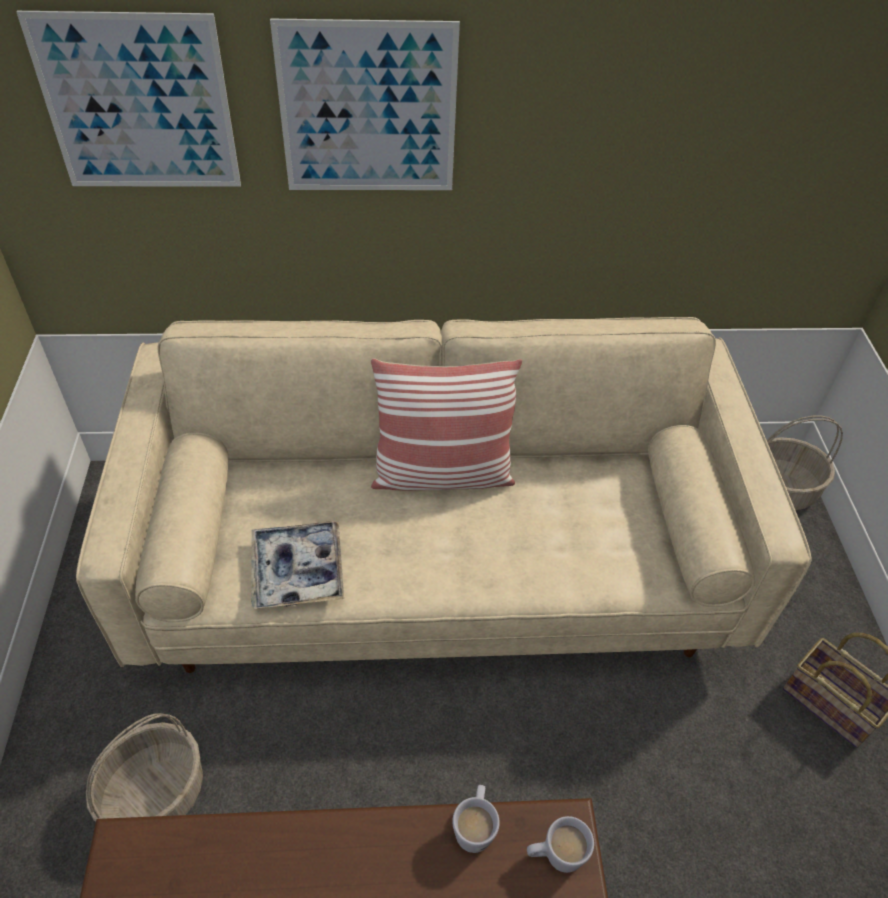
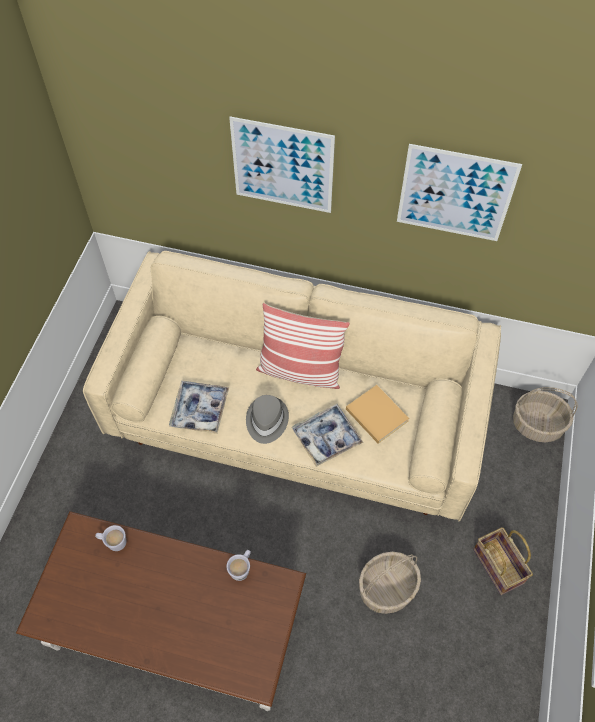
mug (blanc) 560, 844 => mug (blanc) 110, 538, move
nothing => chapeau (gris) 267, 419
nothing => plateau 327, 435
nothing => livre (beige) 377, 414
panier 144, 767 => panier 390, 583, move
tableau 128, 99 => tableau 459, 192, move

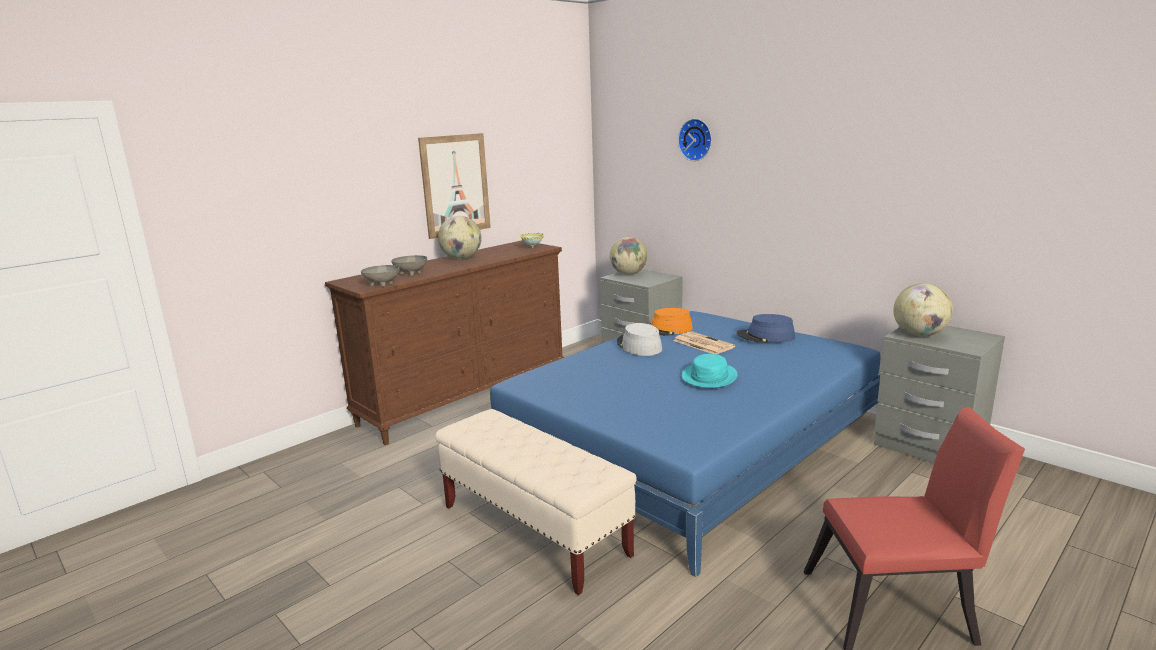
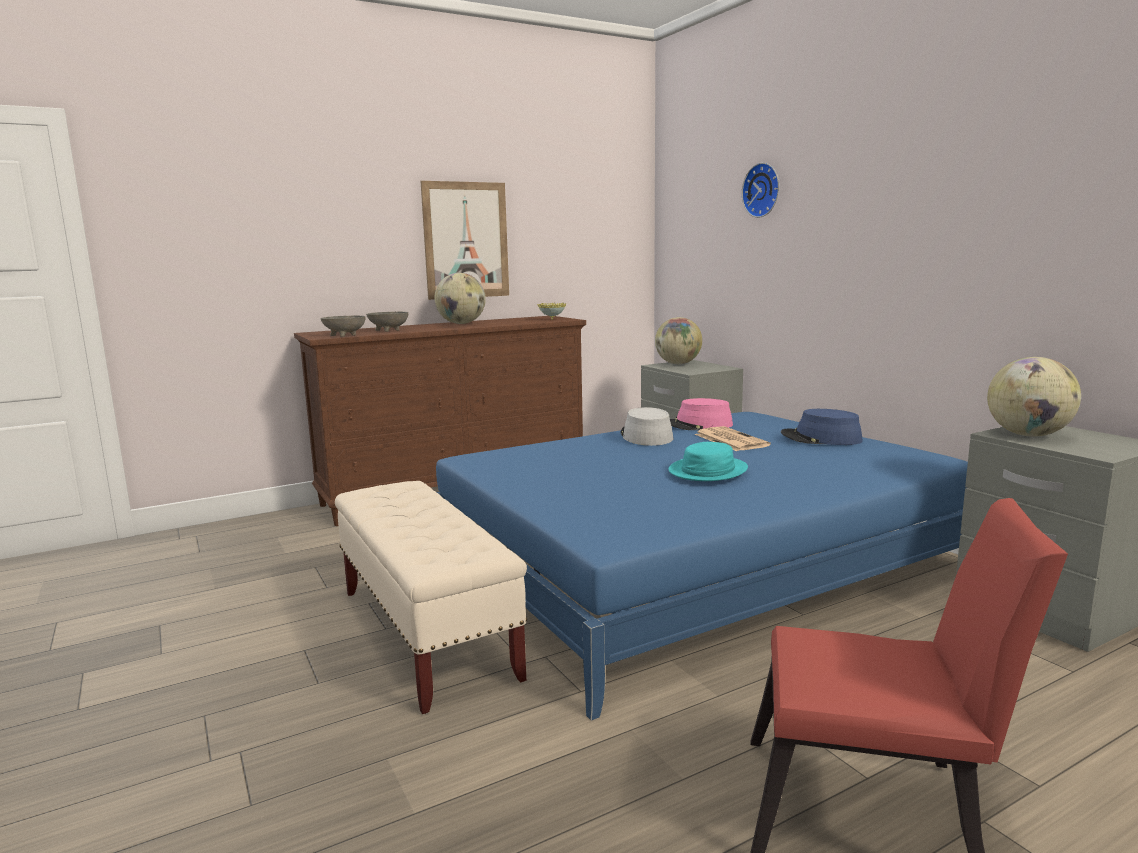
chapeau (orange) 671, 322 => chapeau (rose) 701, 414

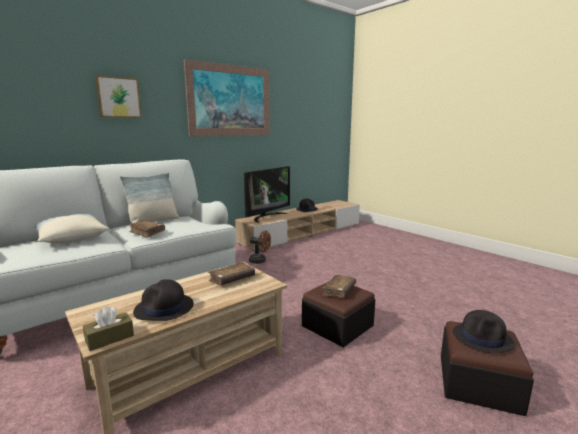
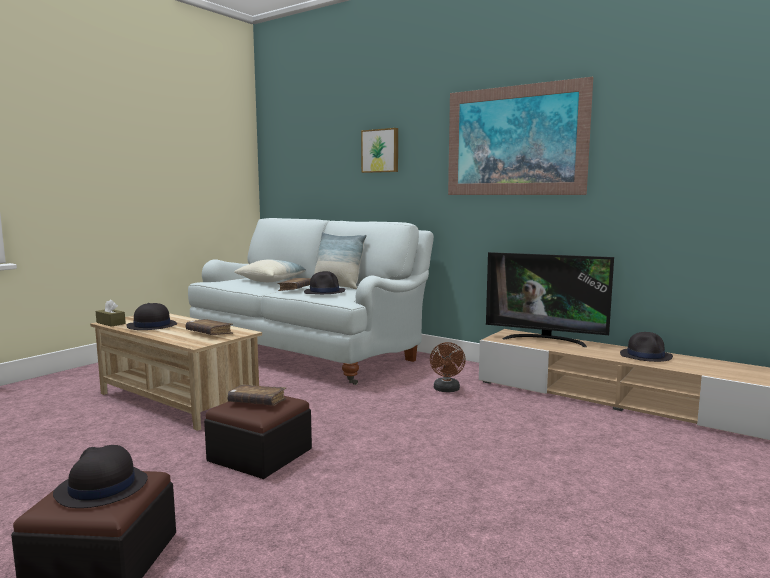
nothing => chapeau (noir) 324, 282

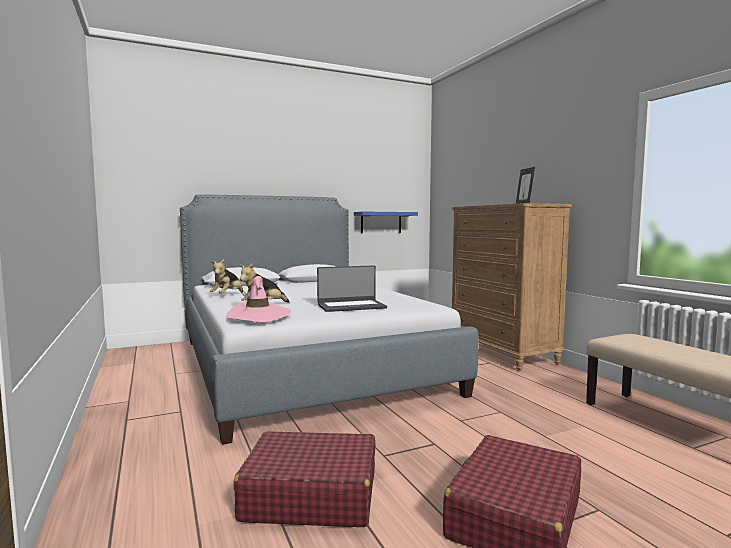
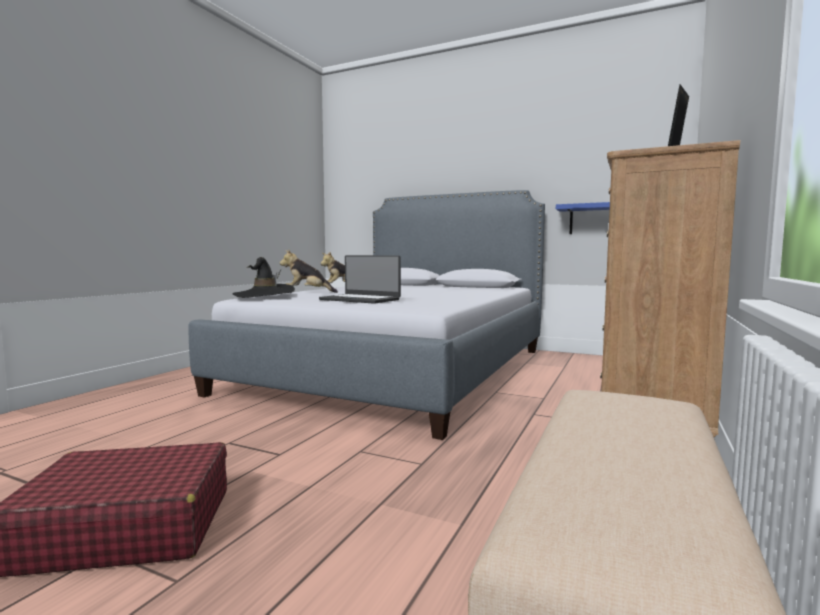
chapeau (rose) 258, 299 => chapeau (noir) 264, 277
valise (rouge) 304, 479 => nothing

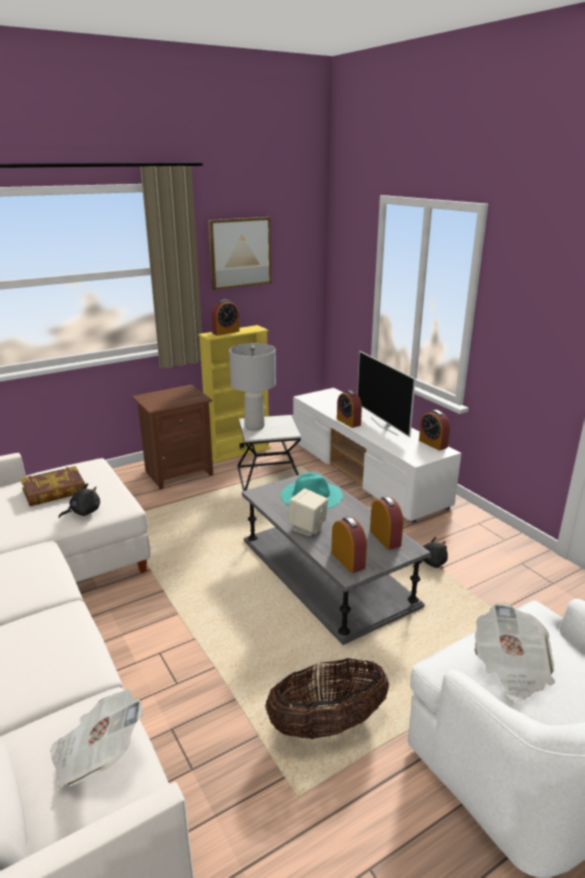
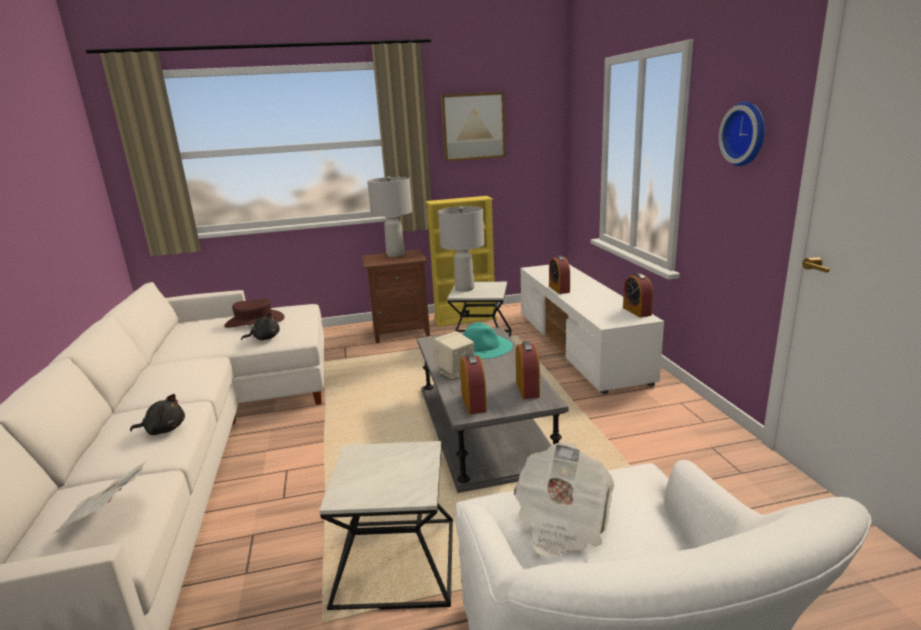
peluche (noir) 430, 552 => peluche (noir) 157, 414, move
livre 52, 486 => chapeau (marron) 254, 313
panier 327, 698 => table d'appoint 386, 525
nothing => lampe de table (gris) 389, 216
nothing => horloge murale 742, 134
réveil 225, 317 => nothing
téléviseur 386, 394 => nothing

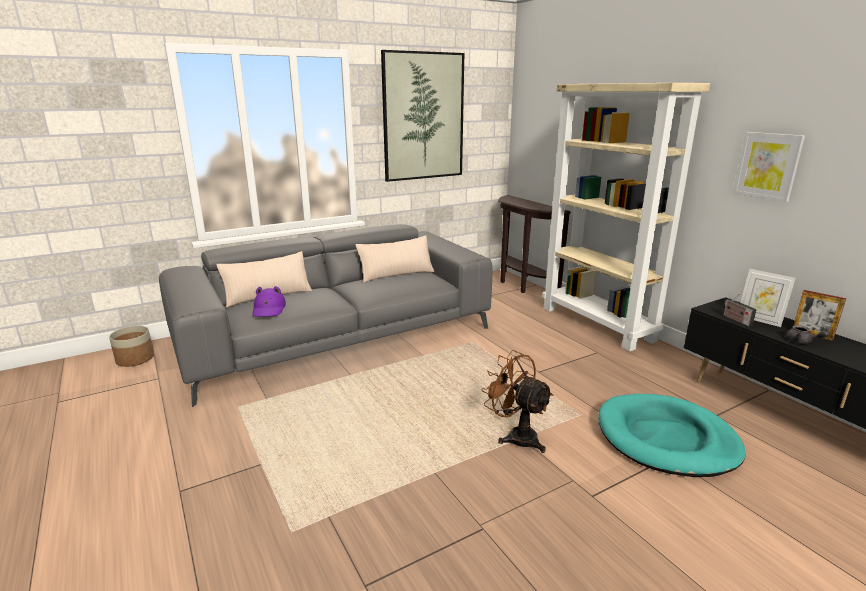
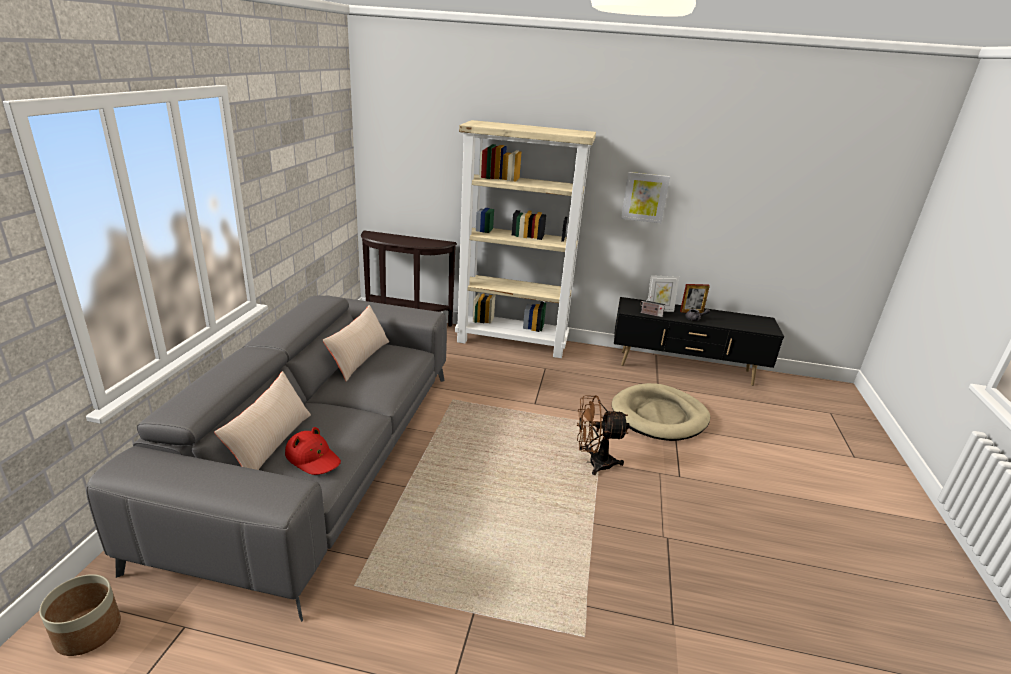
chapeau (violet) 269, 301 => chapeau (rouge) 313, 451
panier pour chien (turquoise) 671, 435 => panier pour chien (beige) 661, 412
tableau 422, 116 => nothing

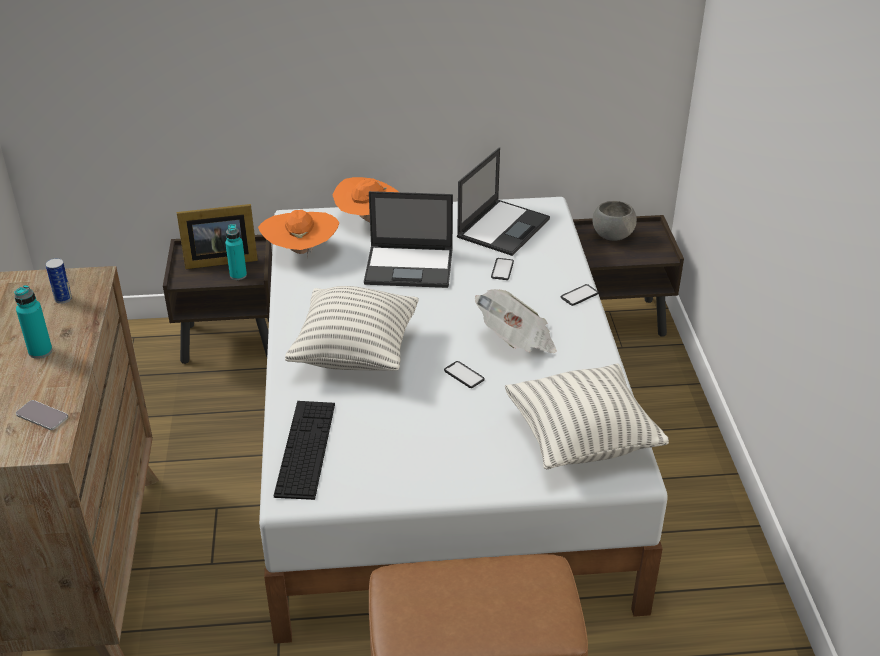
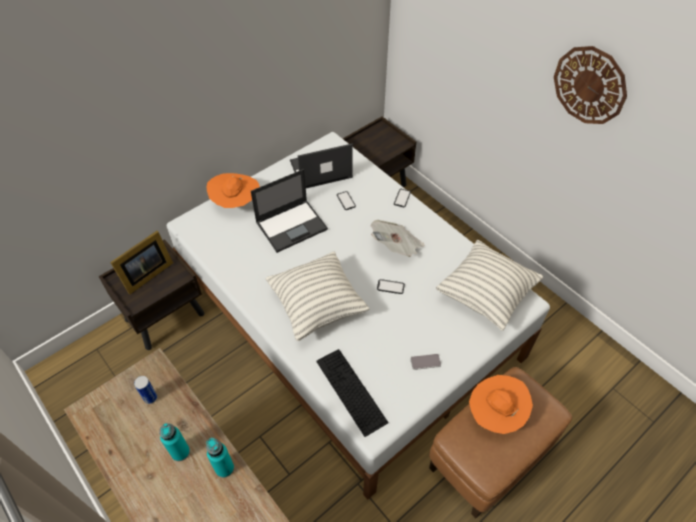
bouteille (turquoise) 236, 252 => bouteille (turquoise) 220, 458, move
ordinateur portable 503, 201 => ordinateur portable 321, 166, 105 degrees counterclockwise
téléphone 42, 415 => téléphone 425, 362, move
chapeau (orange) 298, 234 => chapeau (orange) 501, 404, move
nothing => horloge murale 590, 85
bol (gris) 614, 221 => nothing

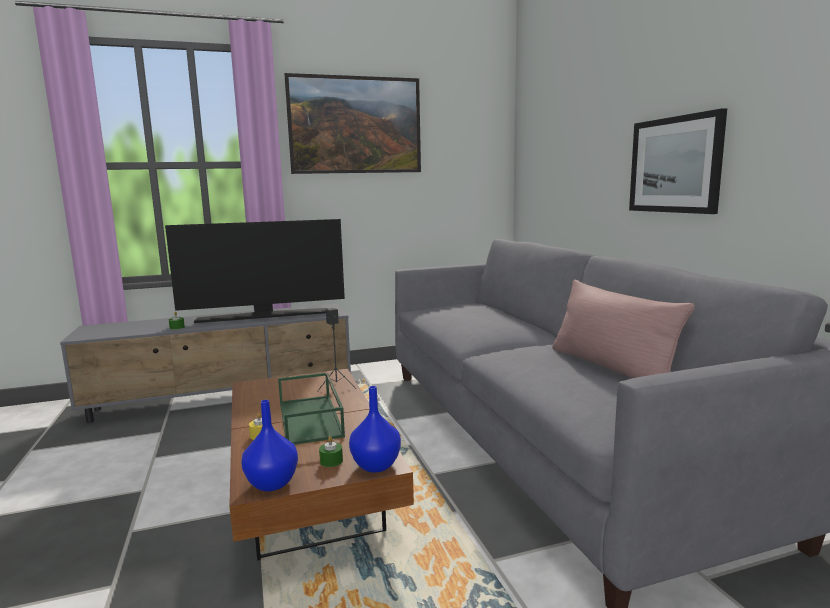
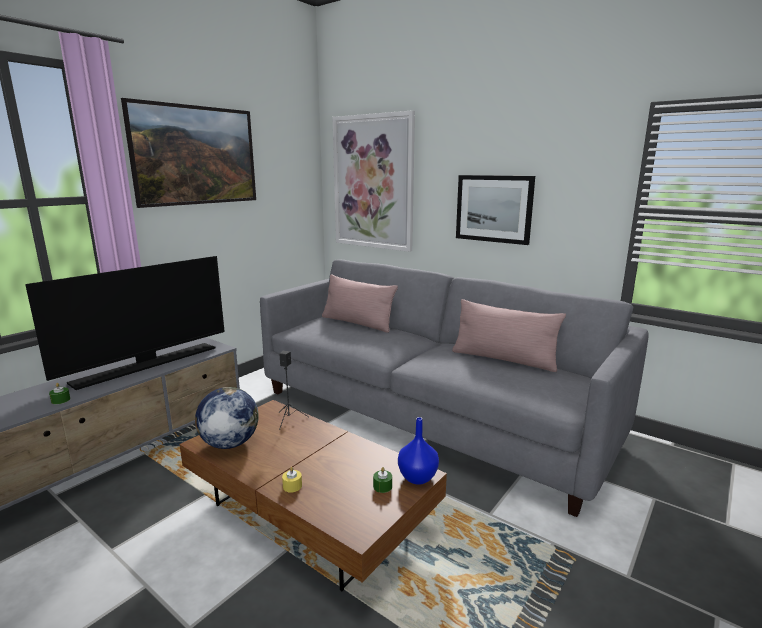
nothing => globe 227, 418
nothing => coussin (rose) 360, 303
nothing => tableau 373, 181
vase (bleu) 269, 445 => nothing
plateau (vert) 311, 408 => nothing

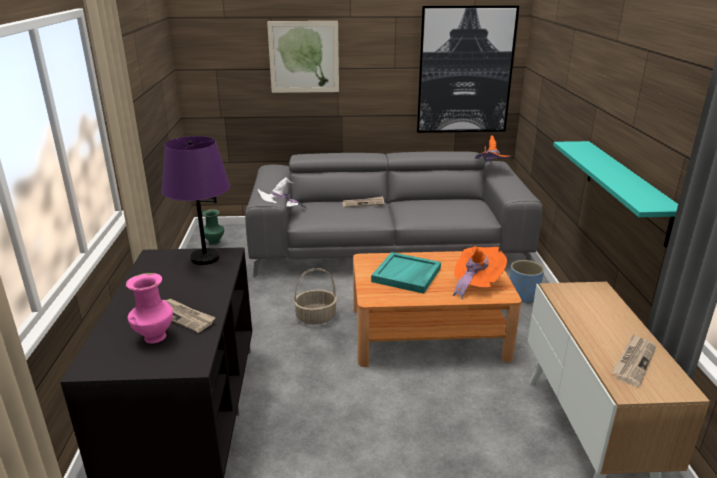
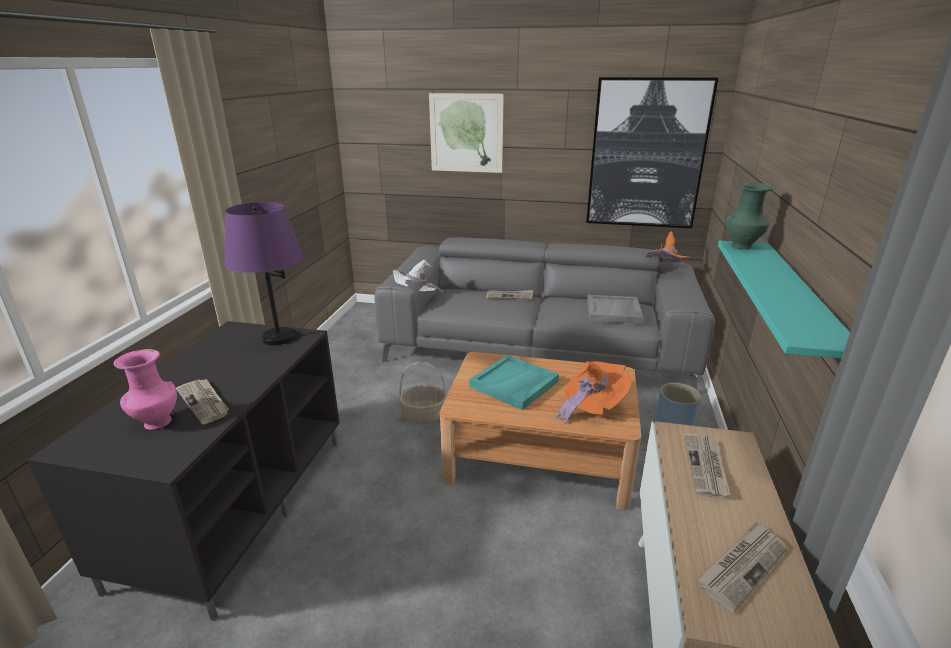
nothing => plateau (gris) 615, 309
nothing => journal 706, 465
vase (vert) 213, 227 => vase (vert) 749, 216, move

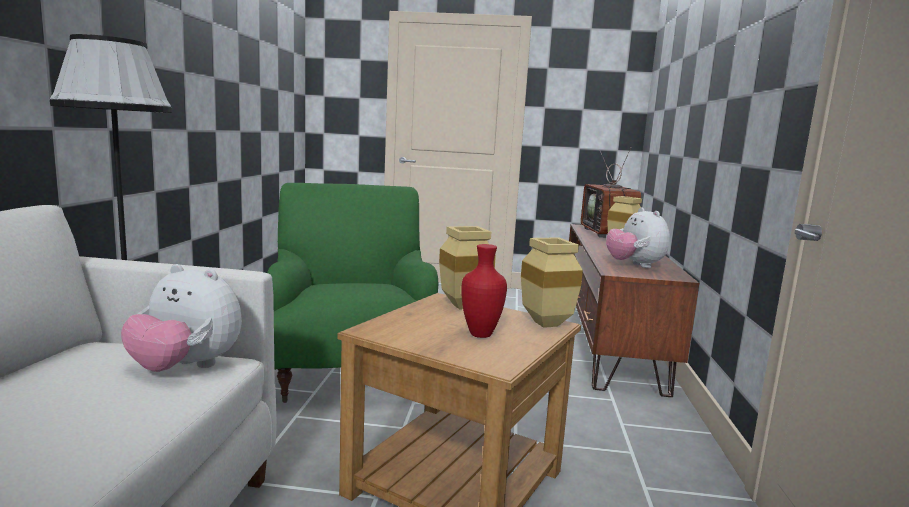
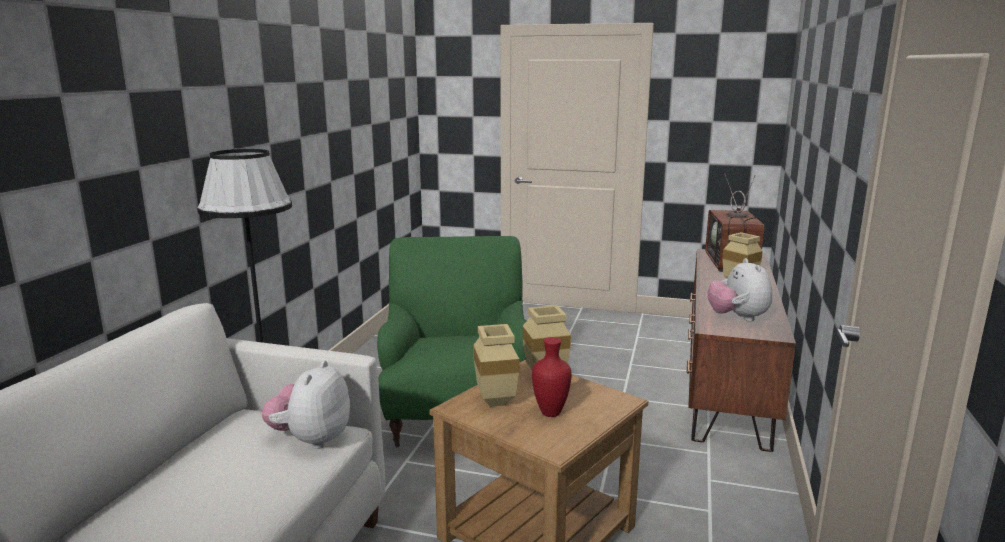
peluche 181, 318 => peluche 306, 404, 75 degrees clockwise
vase (beige) 552, 282 => vase (beige) 496, 365, move

